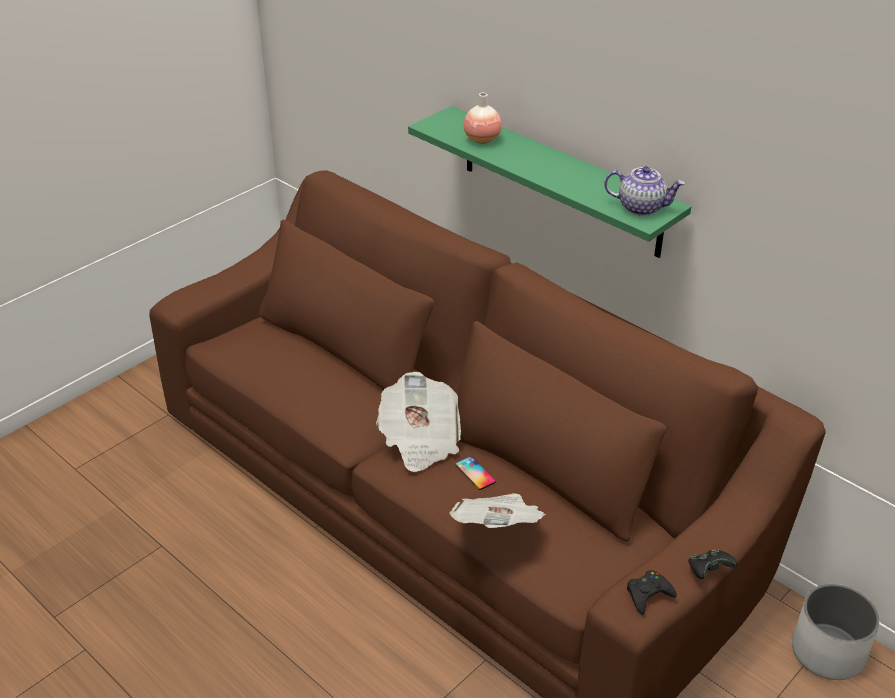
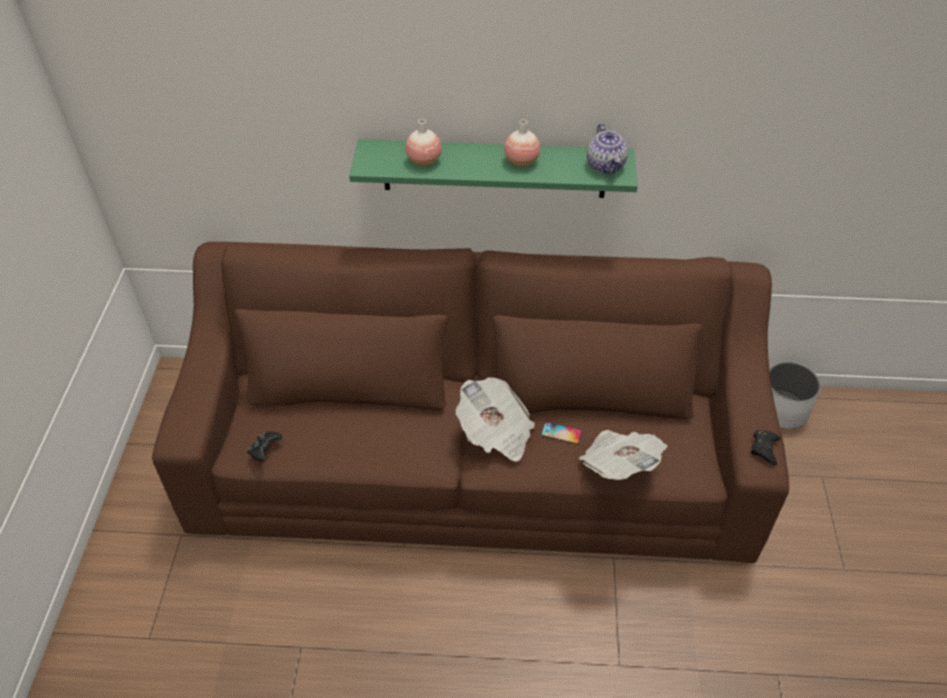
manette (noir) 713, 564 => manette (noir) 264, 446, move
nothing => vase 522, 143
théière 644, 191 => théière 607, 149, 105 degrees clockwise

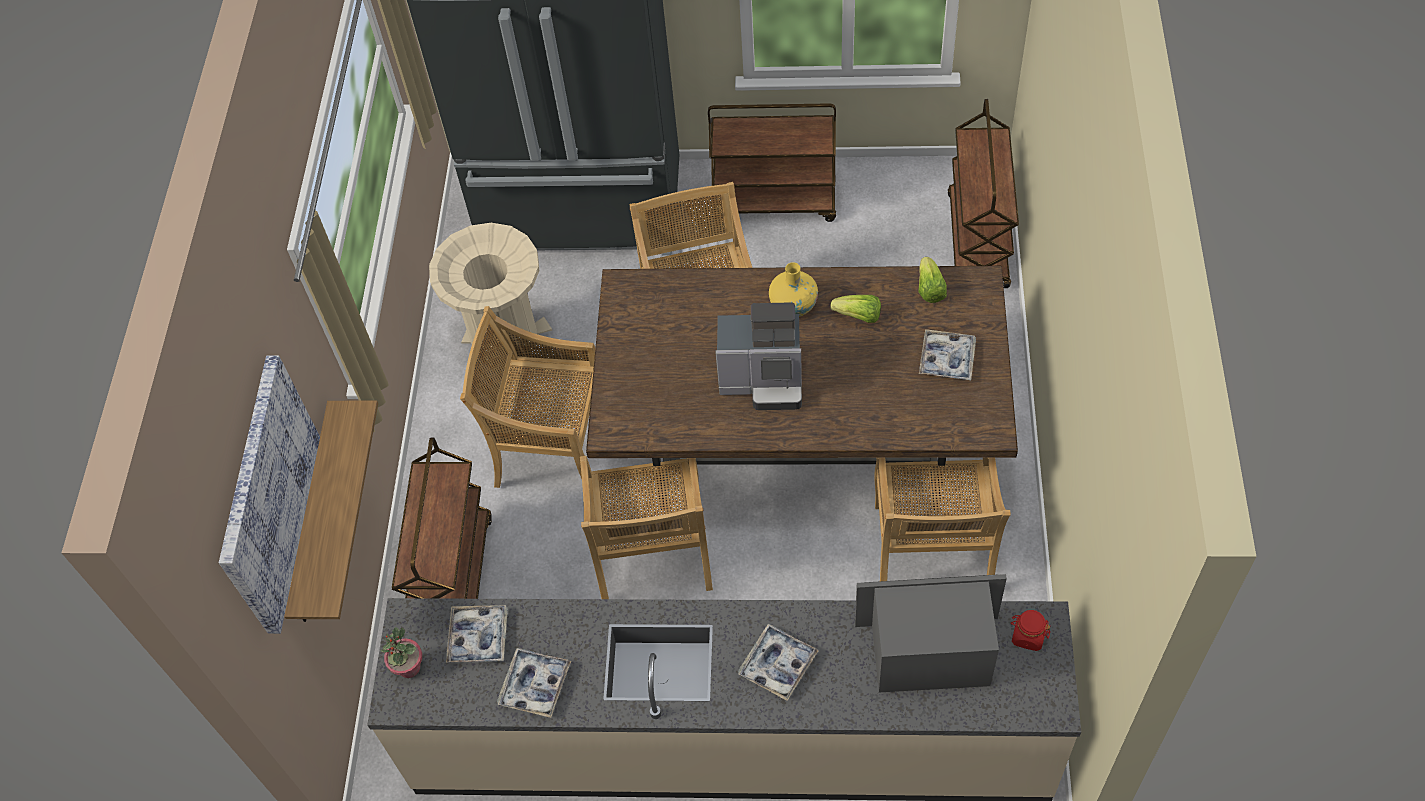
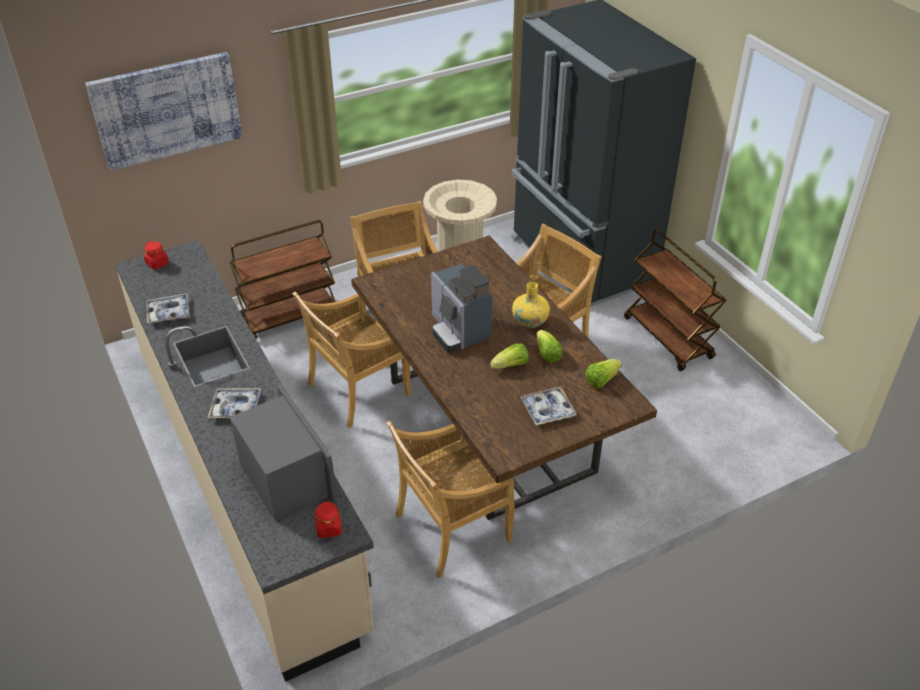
plante en pot 401, 652 => bocal (rouge) 156, 255
nothing => laitue 509, 356
étagère 331, 511 => nothing
plateau 477, 634 => nothing
chariot (marron) 983, 193 => nothing

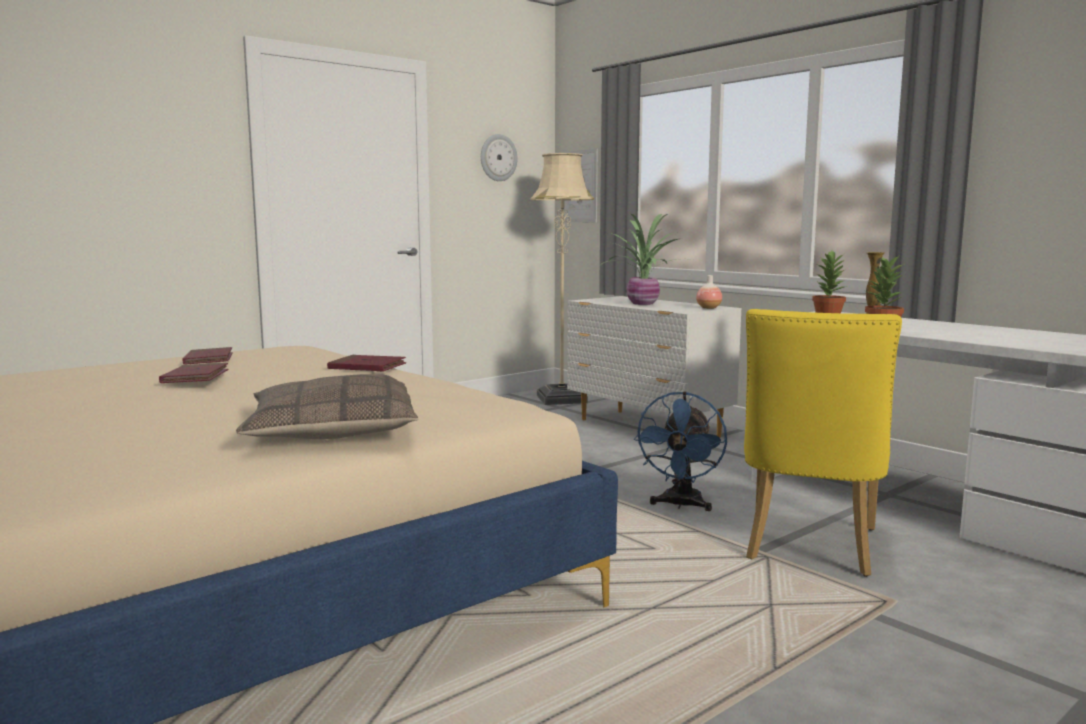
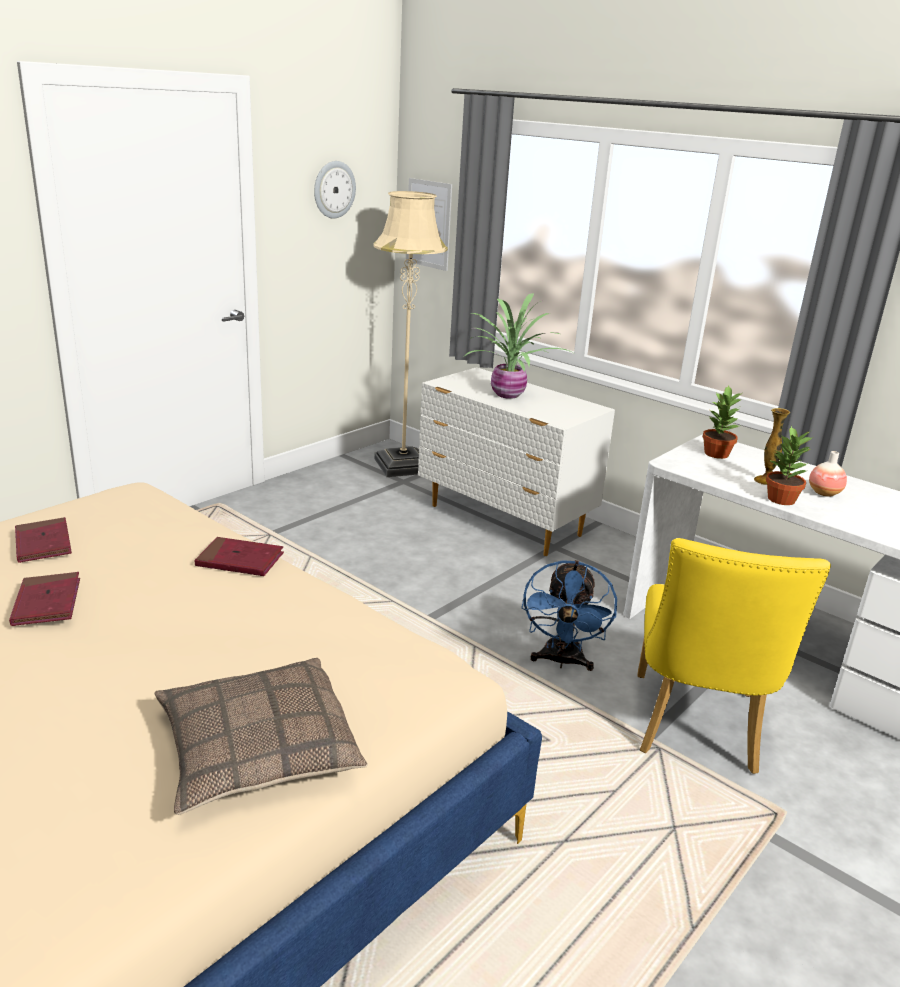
vase 709, 292 => vase 828, 474, move

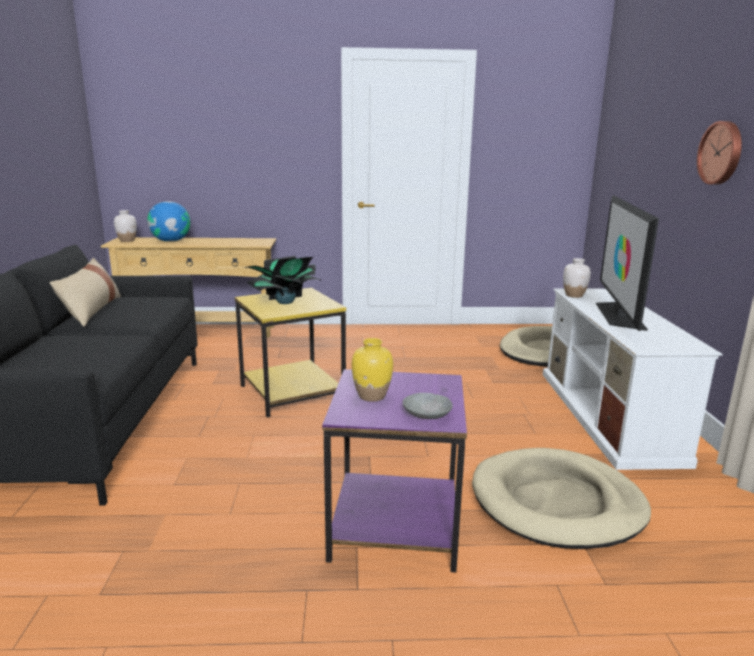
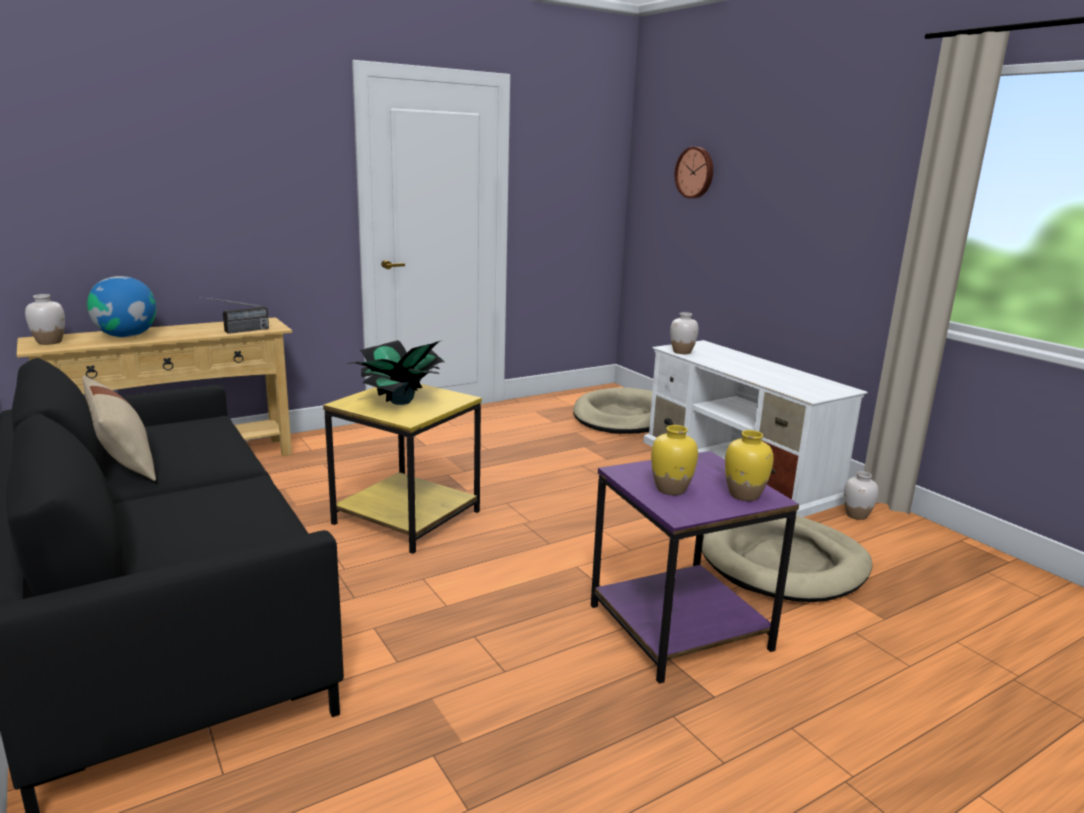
nothing => radio 233, 315
horloge murale 719, 153 => horloge murale 694, 172, move
bol (gris) 427, 406 => vase (jaune) 749, 465
nothing => vase (blanc) 861, 495
téléviseur 627, 263 => nothing

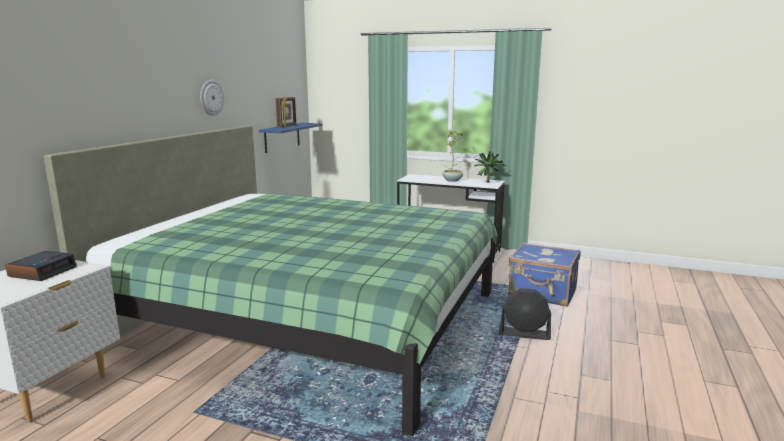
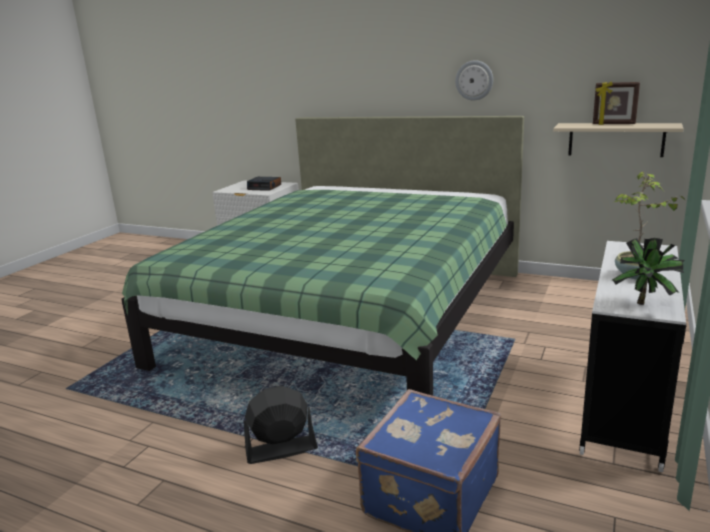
ventilateur (noir) 525, 314 => ventilateur (noir) 281, 425, 60 degrees clockwise
étagère (bleu) 290, 138 => étagère (beige) 618, 140

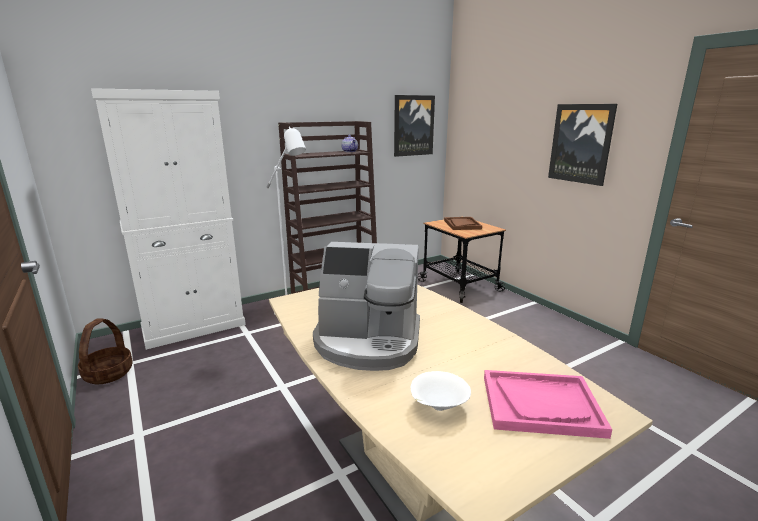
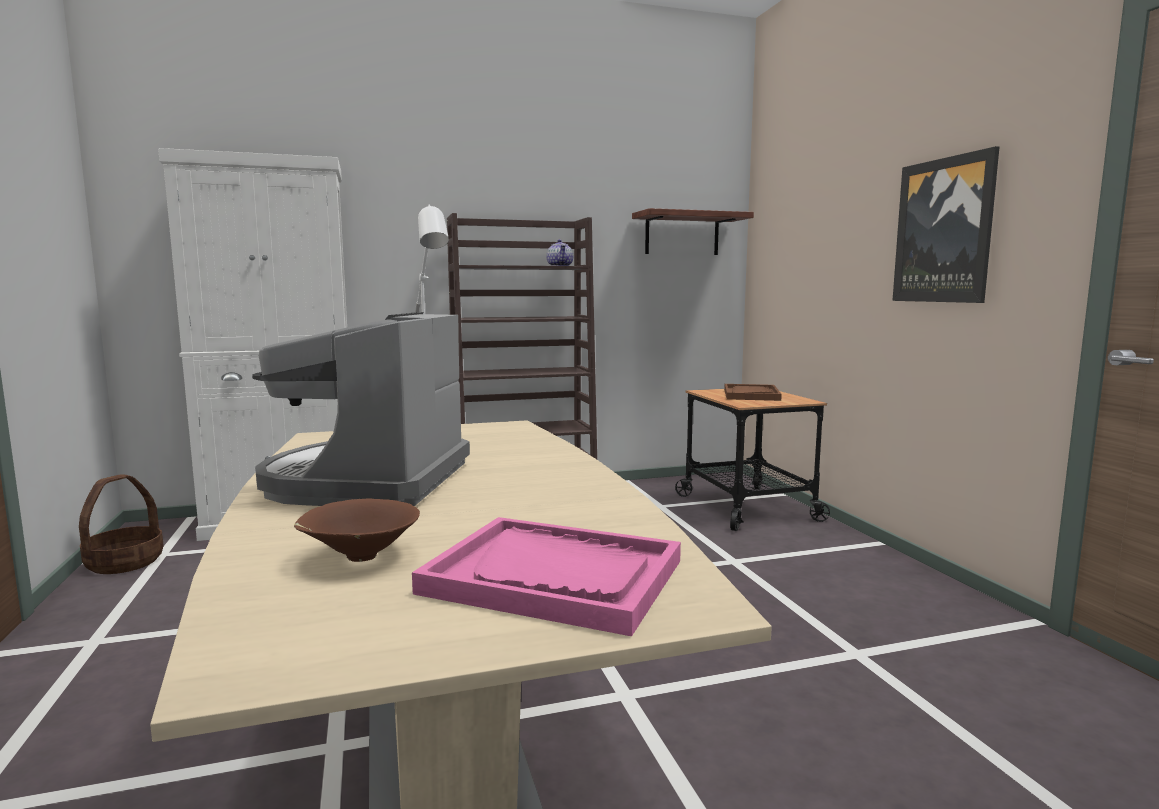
machine à café 366, 306 => machine à café 361, 409, 75 degrees clockwise
bol (blanc) 441, 391 => bol (marron) 357, 530
tableau 414, 126 => étagère 693, 231

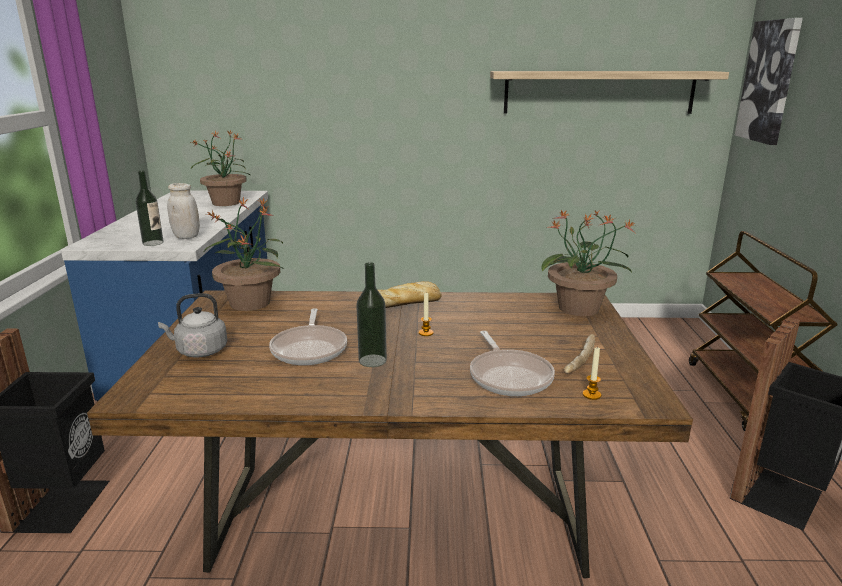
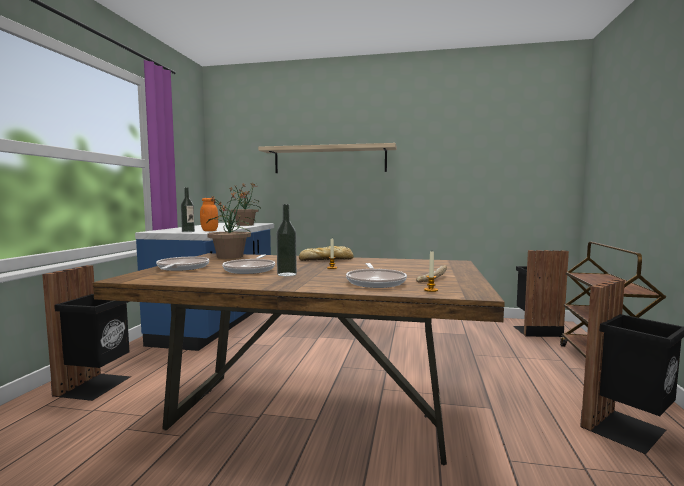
bouilloire (gris) 192, 325 => poêle 182, 264
bocal (blanc) 183, 211 => bocal (orange) 209, 214
étagère 609, 92 => étagère 327, 158, move
nothing => poubelle (noir) 541, 293
plante en pot 588, 263 => nothing
tableau 769, 81 => nothing

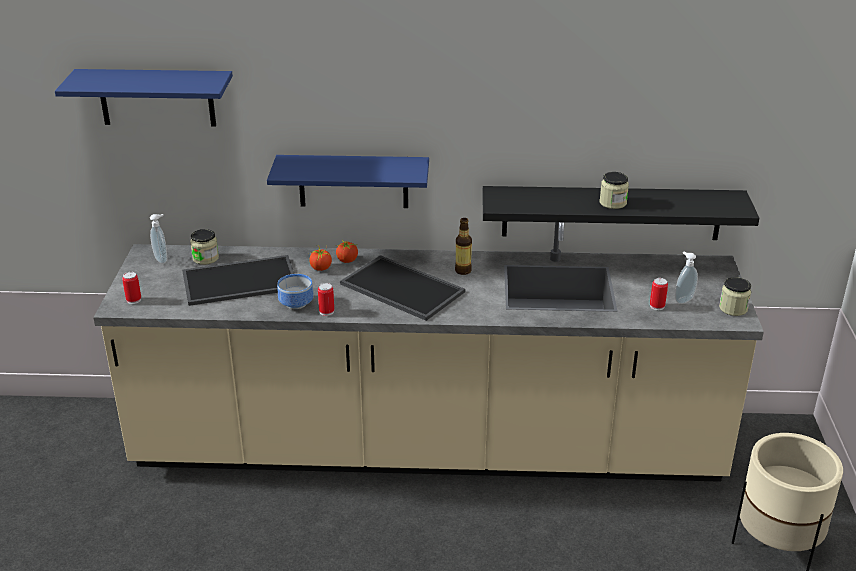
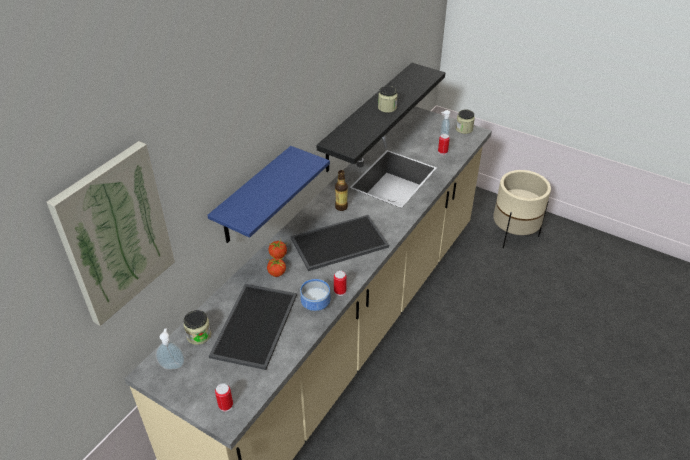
étagère (bleu) 144, 98 => tableau 111, 233

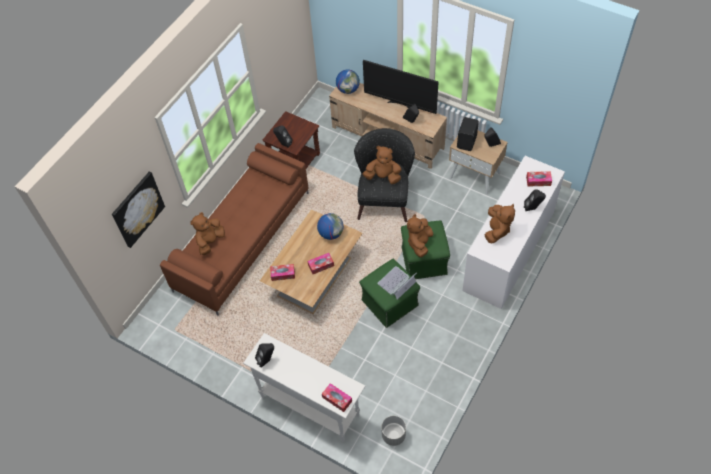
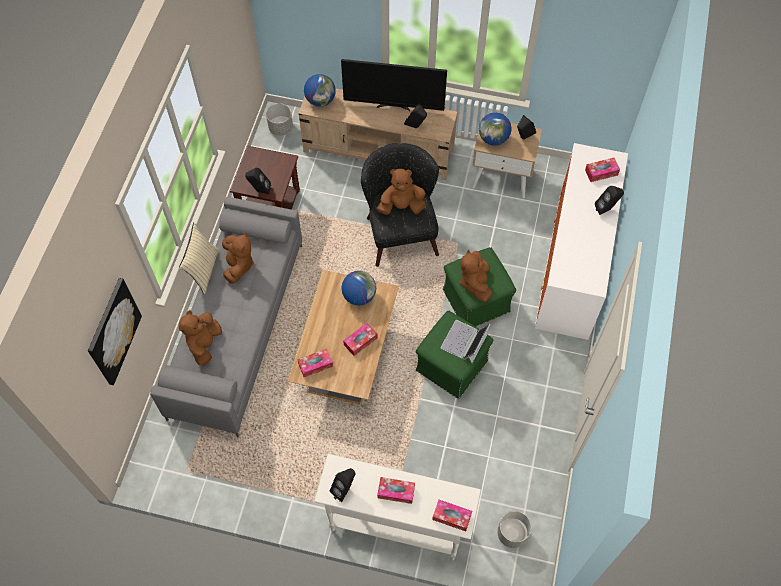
canapé (marron) 234, 229 => canapé (gris) 226, 317
nothing => coussin (beige) 199, 258
peluche (marron) 500, 223 => peluche (marron) 238, 257, move
nothing => cache-pot (gris) 279, 119
nothing => boîte à mouchoirs 396, 490
enceinte (noir) 468, 134 => globe 495, 129

